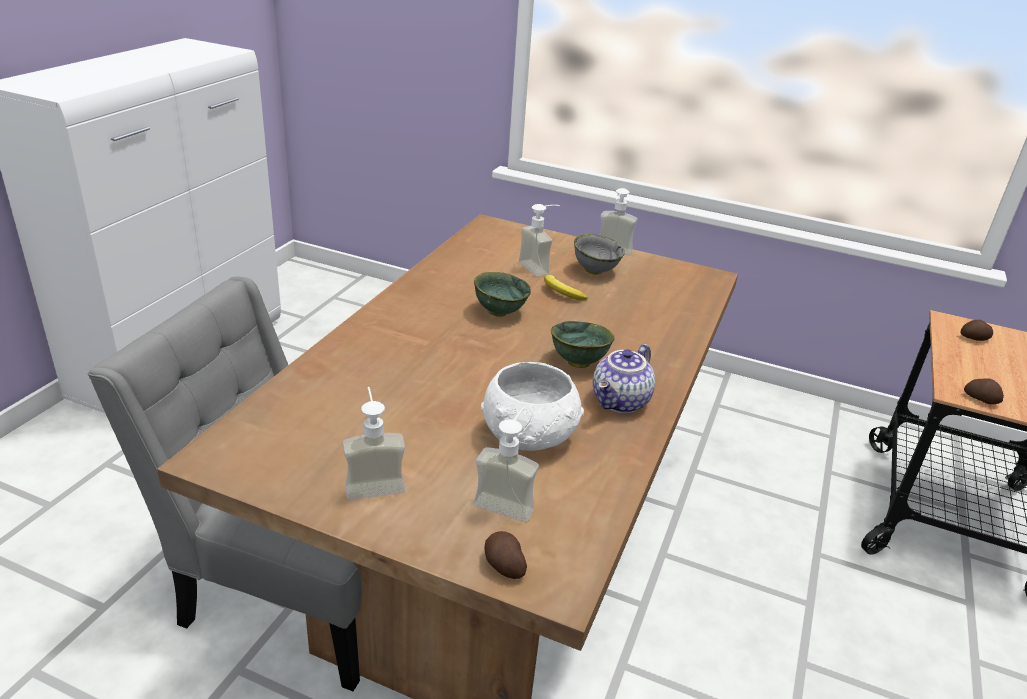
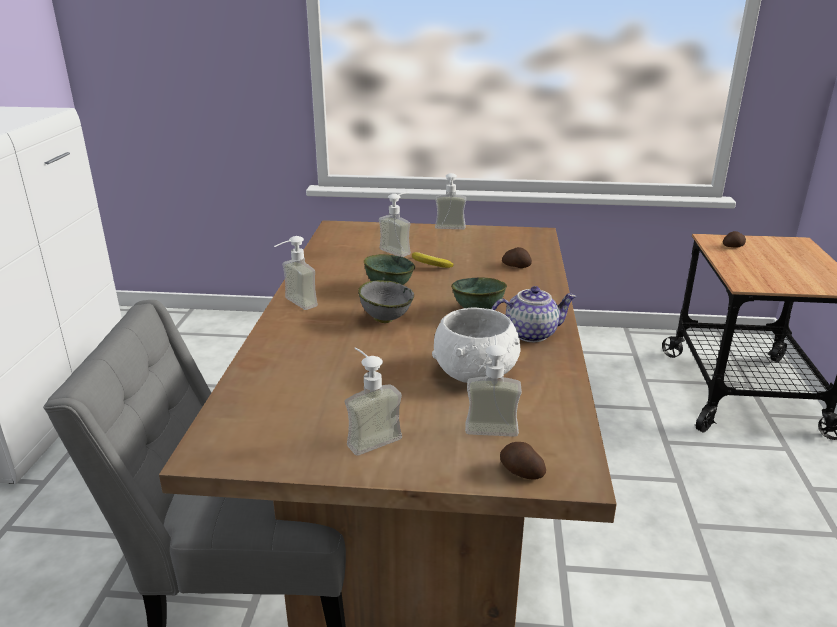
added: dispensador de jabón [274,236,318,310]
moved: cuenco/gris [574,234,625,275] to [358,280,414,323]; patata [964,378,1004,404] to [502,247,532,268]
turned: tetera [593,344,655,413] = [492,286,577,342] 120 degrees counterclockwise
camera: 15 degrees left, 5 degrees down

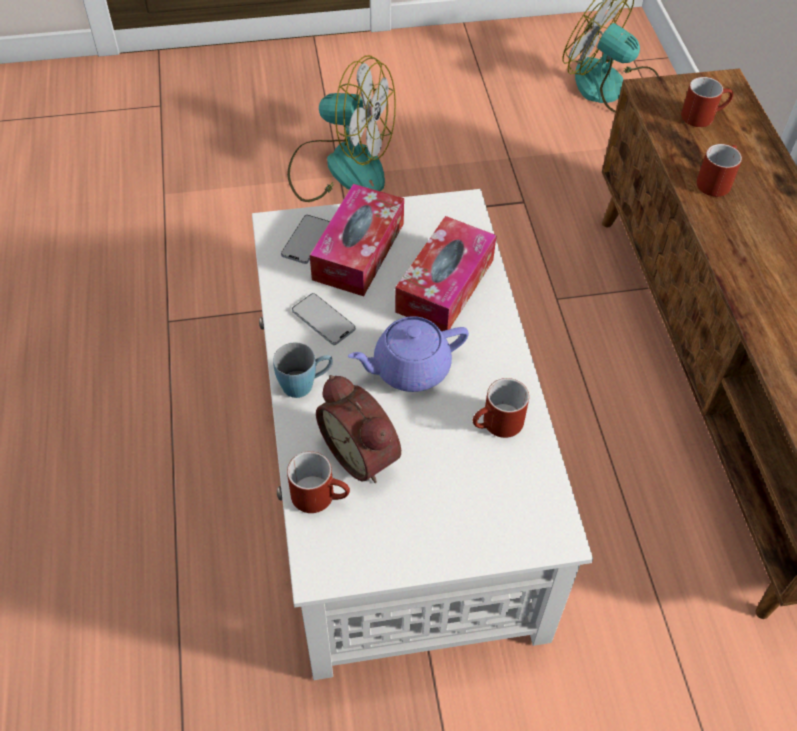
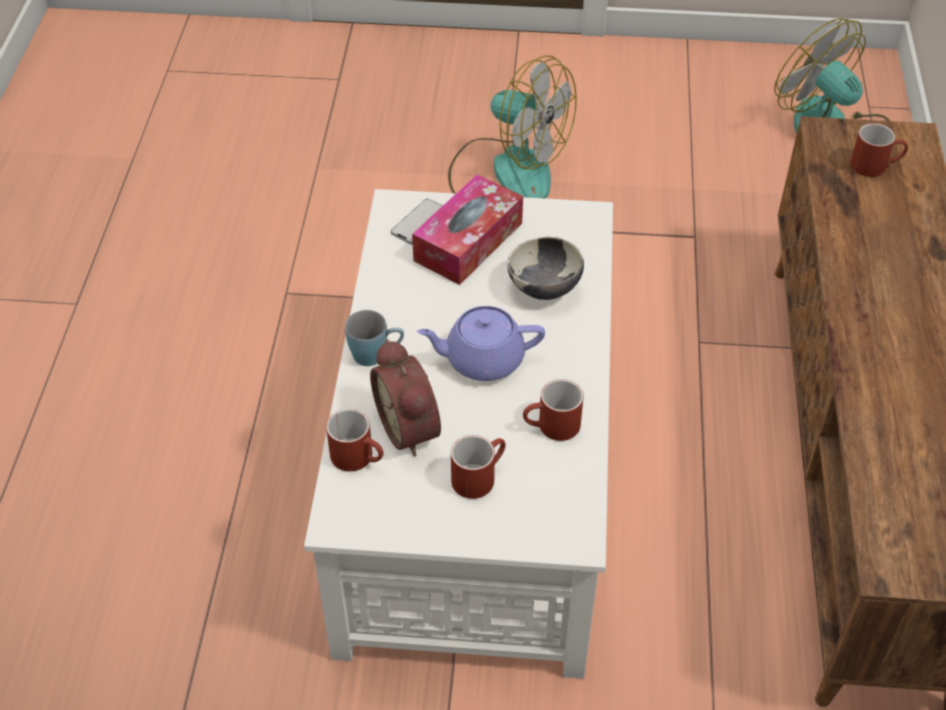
removed: móvil [292,293,356,345]
moved: taza grande/rojo [696,144,742,197] to [451,435,506,499]
replaced: caja de pañuelos [395,216,497,331] to cuenco [507,237,584,300]
camera: 15 degrees right, 5 degrees down

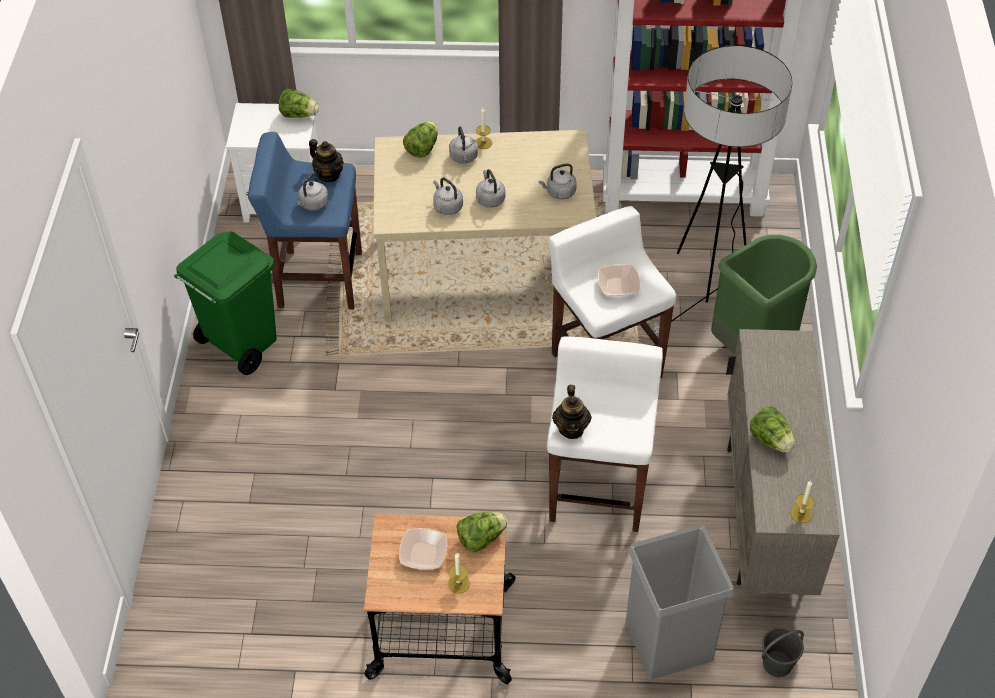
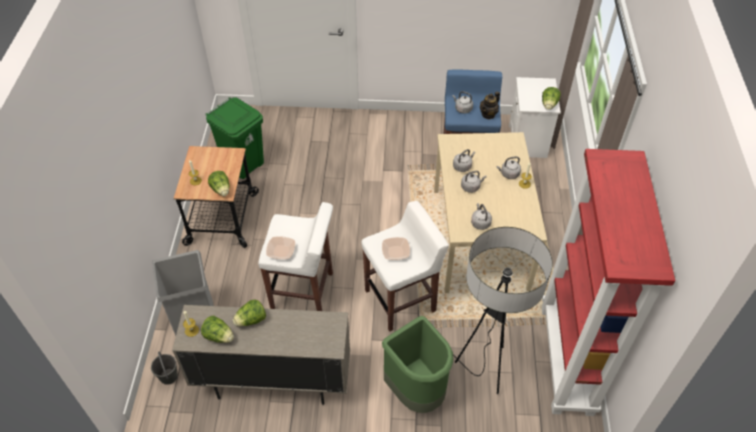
removed: tetera [552,385,592,439]
moved: lechuga [403,122,438,158] to [201,316,234,343]; papelera/verde [174,231,277,375] to [205,97,264,179]; cuenco [399,528,447,570] to [266,236,295,259]
camera: 90 degrees right, 0 degrees up

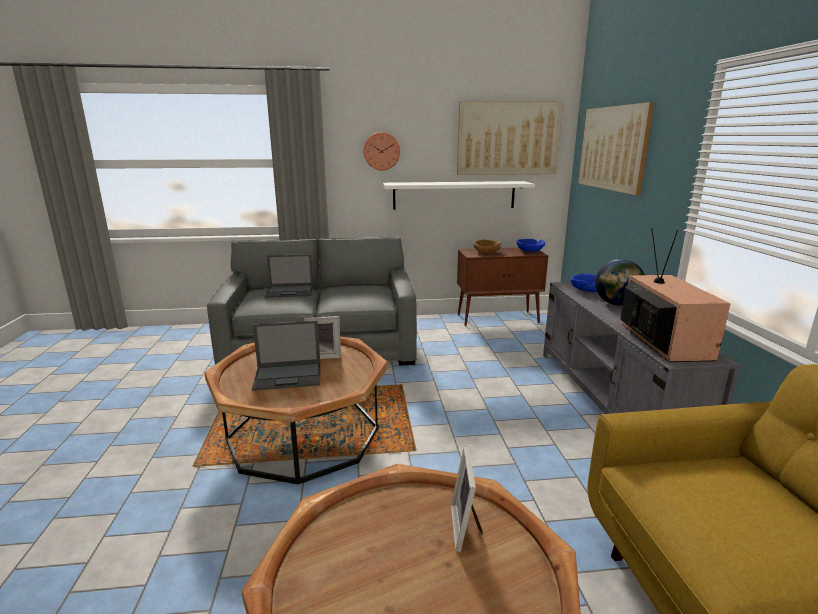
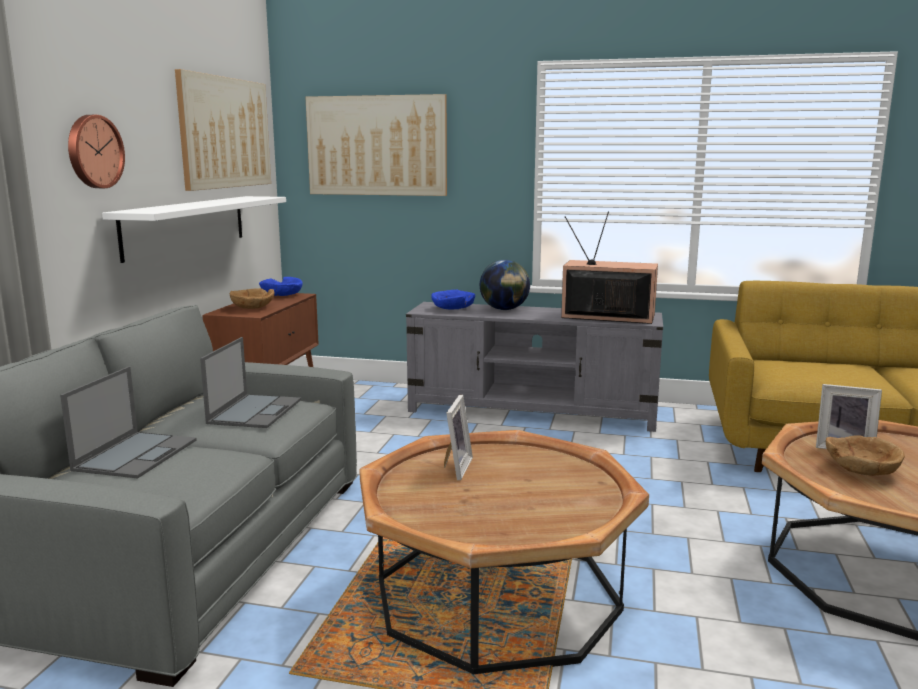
added: cuenco/marrón [826,435,905,476]
moved: portátil [252,320,320,391] to [200,337,301,428]
camera: 70 degrees left, 5 degrees down

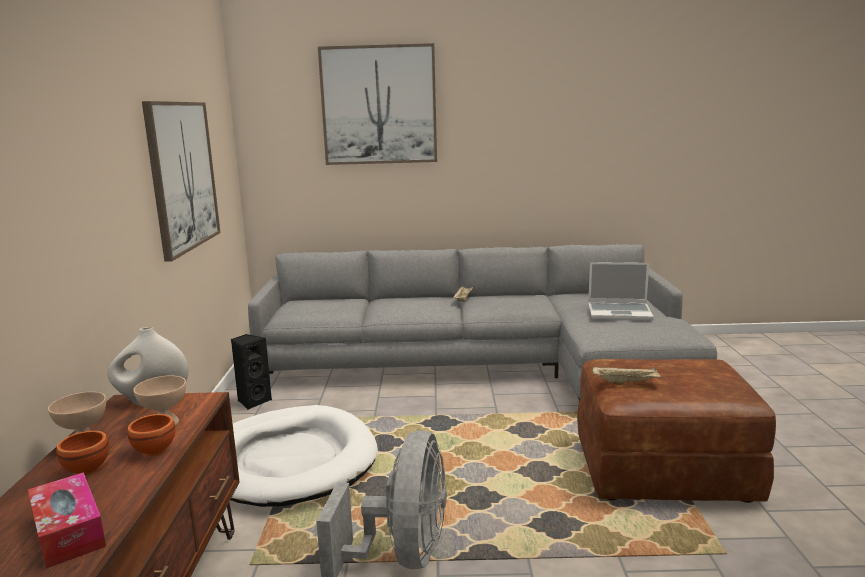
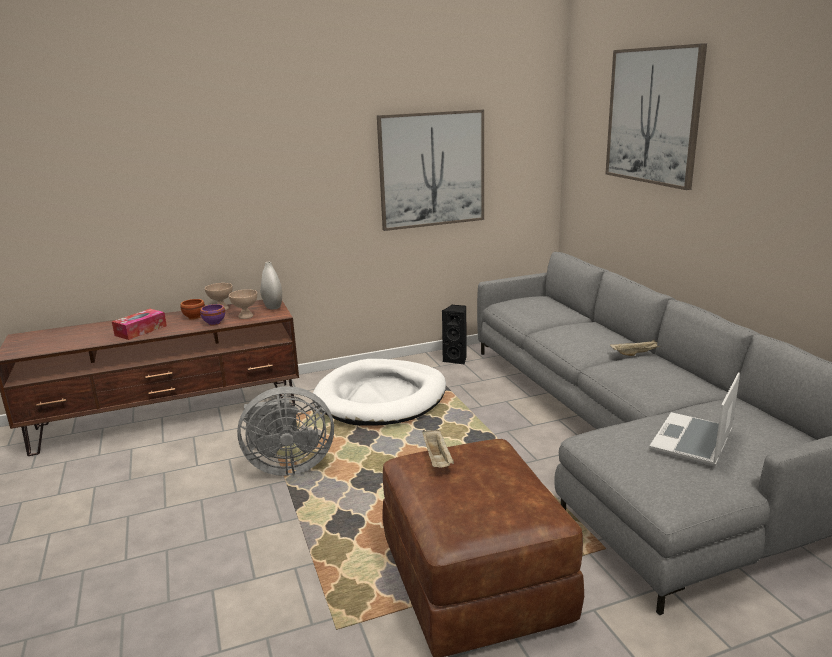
recoloured: cuenco/marrón [127,414,176,457] to cuenco/morado [200,304,225,325]
turned: portátil [588,262,654,320] = [649,372,740,466] 45 degrees clockwise
camera: 70 degrees right, 5 degrees up

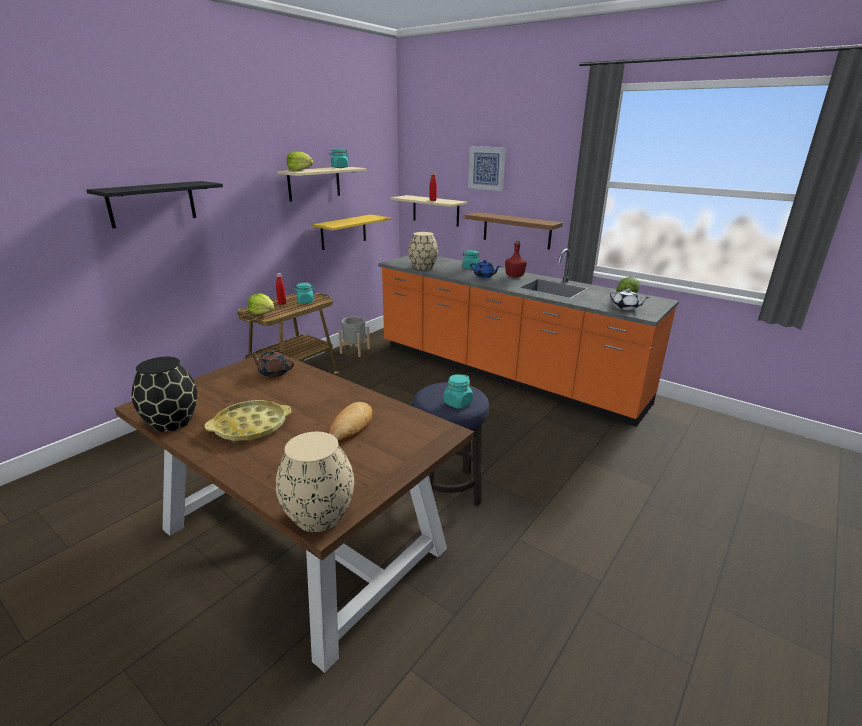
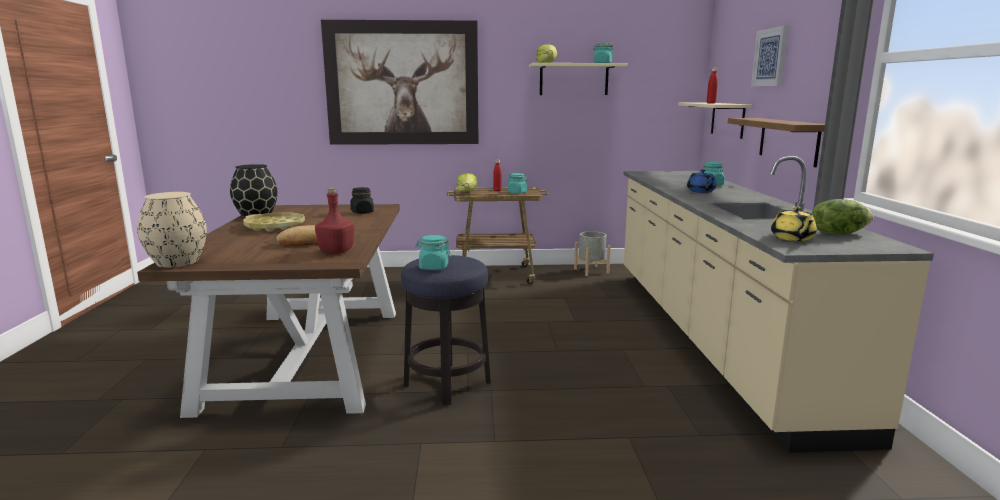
removed: estante/amarillo [312,215,391,250]; florero/beis [408,232,438,270]
moved: botella/rojo [505,240,527,277] to [315,188,354,254]
replaced: estante/negro [87,181,223,228] to cuadro [321,20,479,145]; tetera/marrón [249,350,294,378] to tarro/negro [350,187,374,214]
recoloured: mueble bajo de cocina/naranja [378,249,679,427] to mueble bajo de cocina/beis [623,156,934,453]; tetera/blanco [609,289,649,310] to tetera/amarillo [771,206,817,241]
camera: 50 degrees right, 10 degrees down

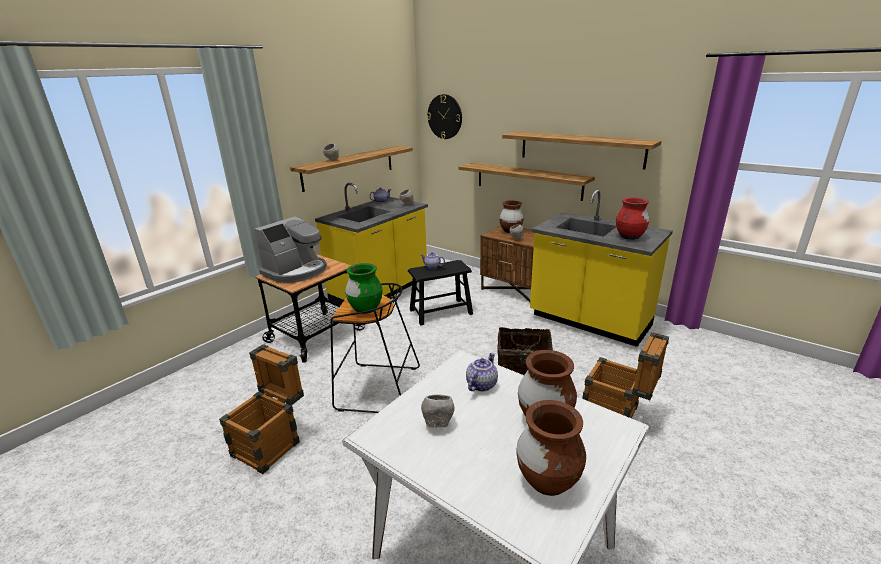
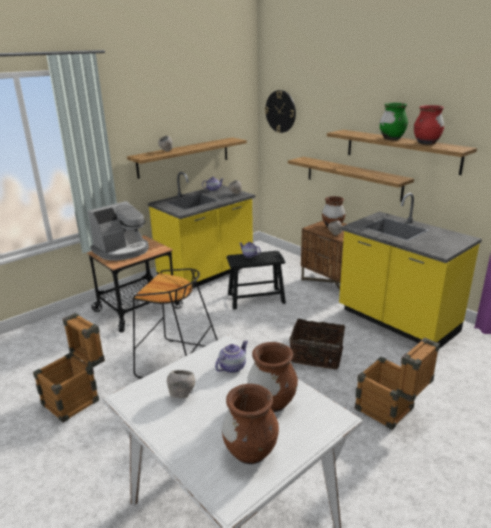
moved: florero/verde [345,263,383,314] to [380,103,408,140]; florero/rojo [616,197,649,240] to [414,105,445,145]
camera: 10 degrees right, 0 degrees up

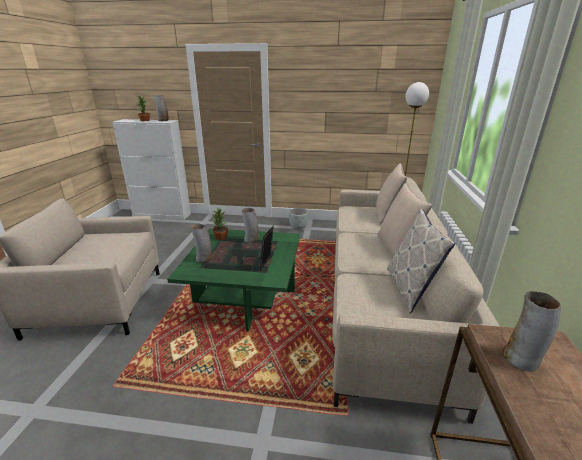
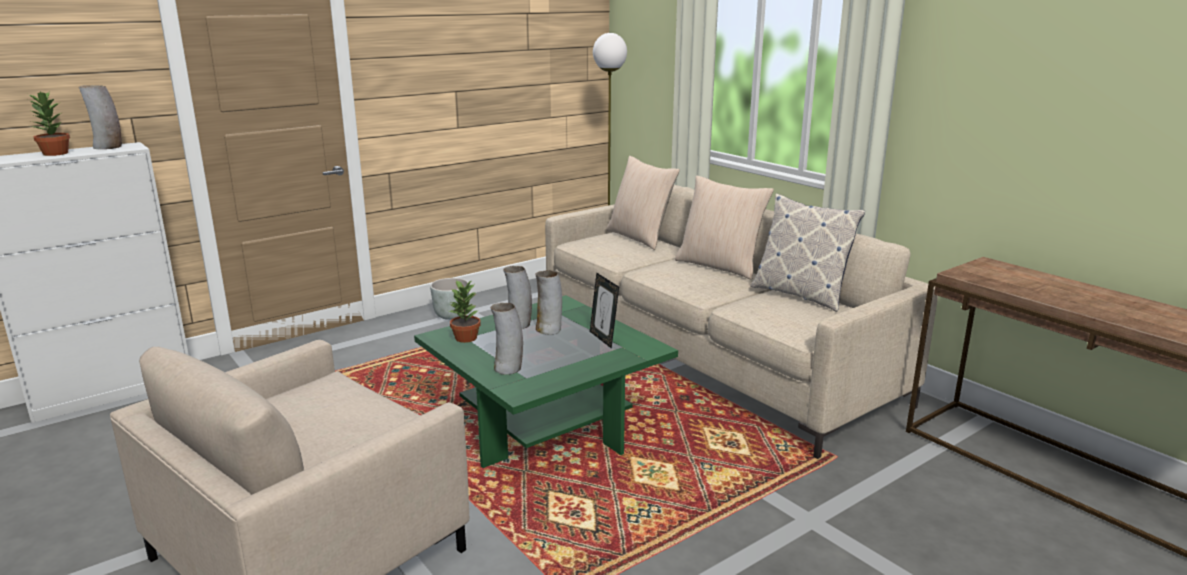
moved: florero [503,291,561,372] to [536,270,562,335]
camera: 45 degrees left, 5 degrees down

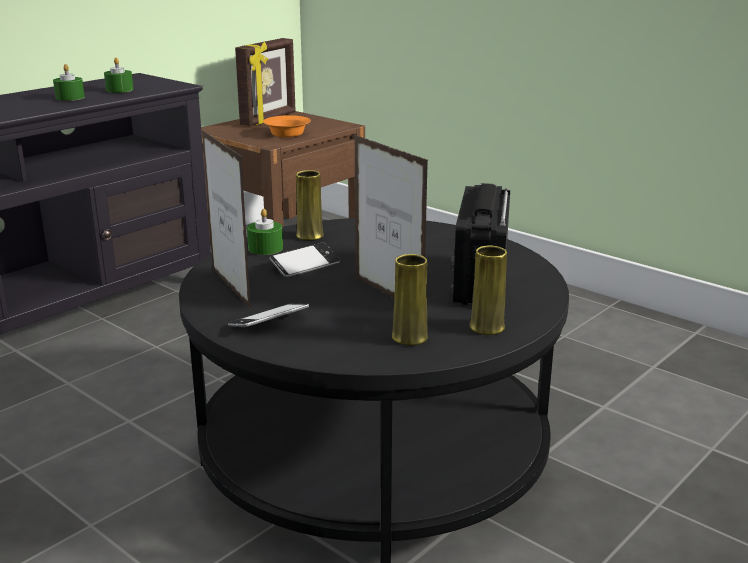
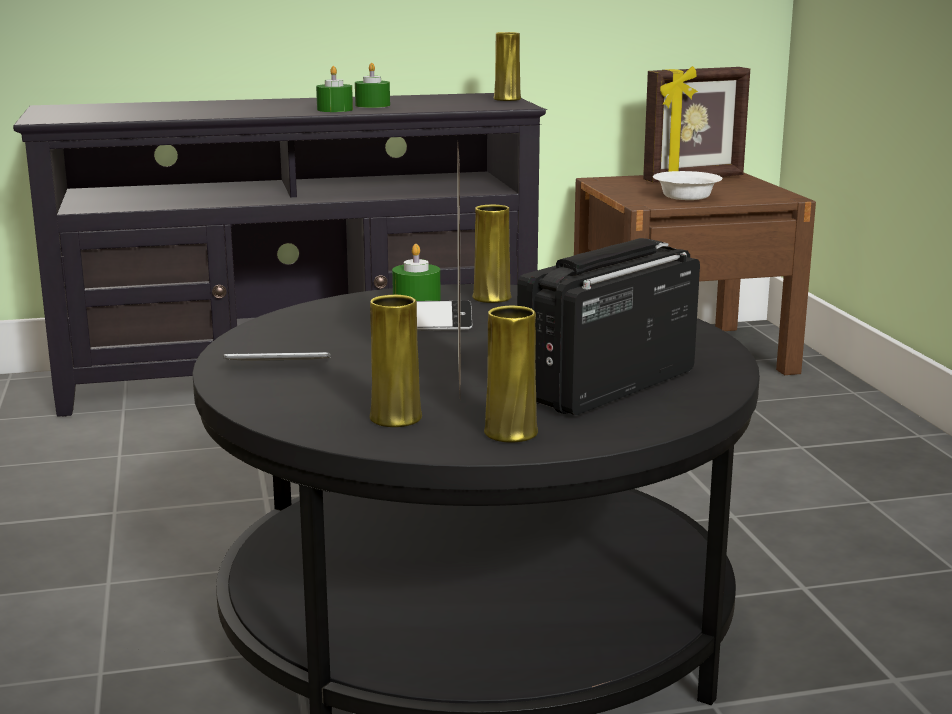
removed: portarretratos [202,130,251,309]
added: florero/amarillo [493,32,521,101]
moved: vela/verde [104,57,134,93] to [316,66,353,112]
recoloured: cuenco/naranja [263,115,311,137] to cuenco/blanco [653,171,722,200]
camera: 35 degrees right, 5 degrees down

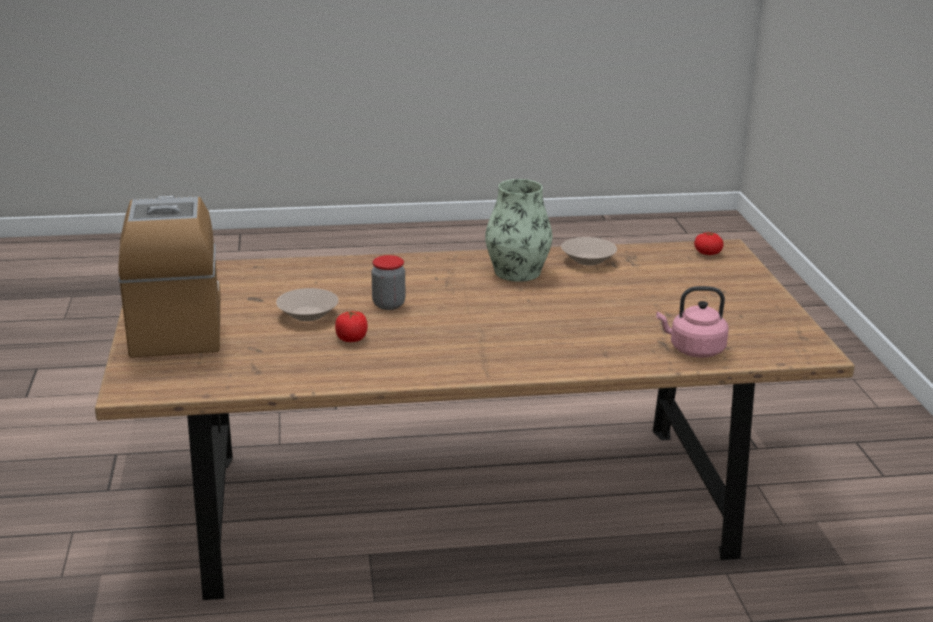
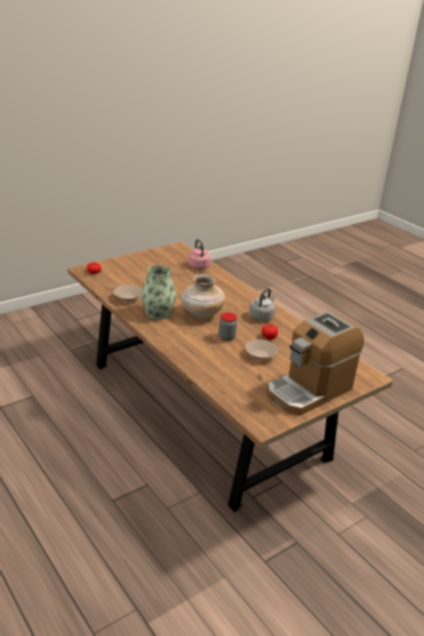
added: florero/beis [181,274,226,319]; hervidor/gris [249,288,276,321]
camera: 120 degrees left, 5 degrees up

